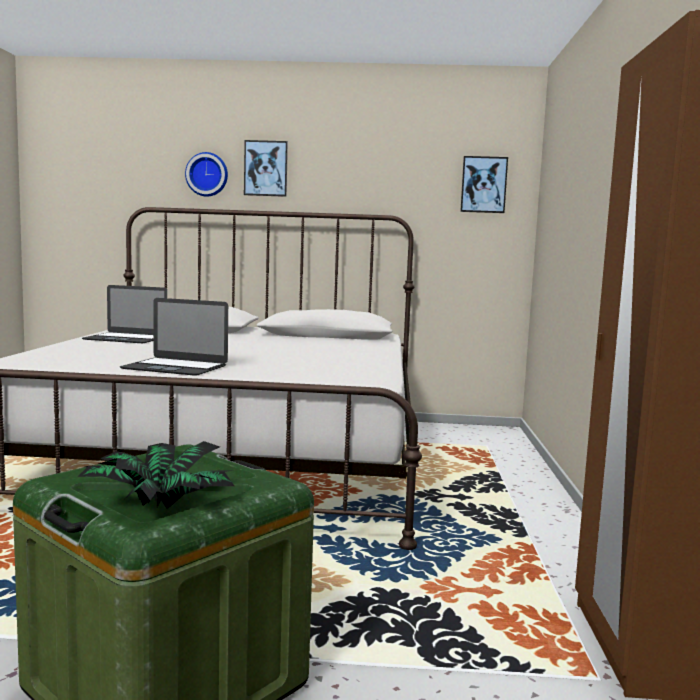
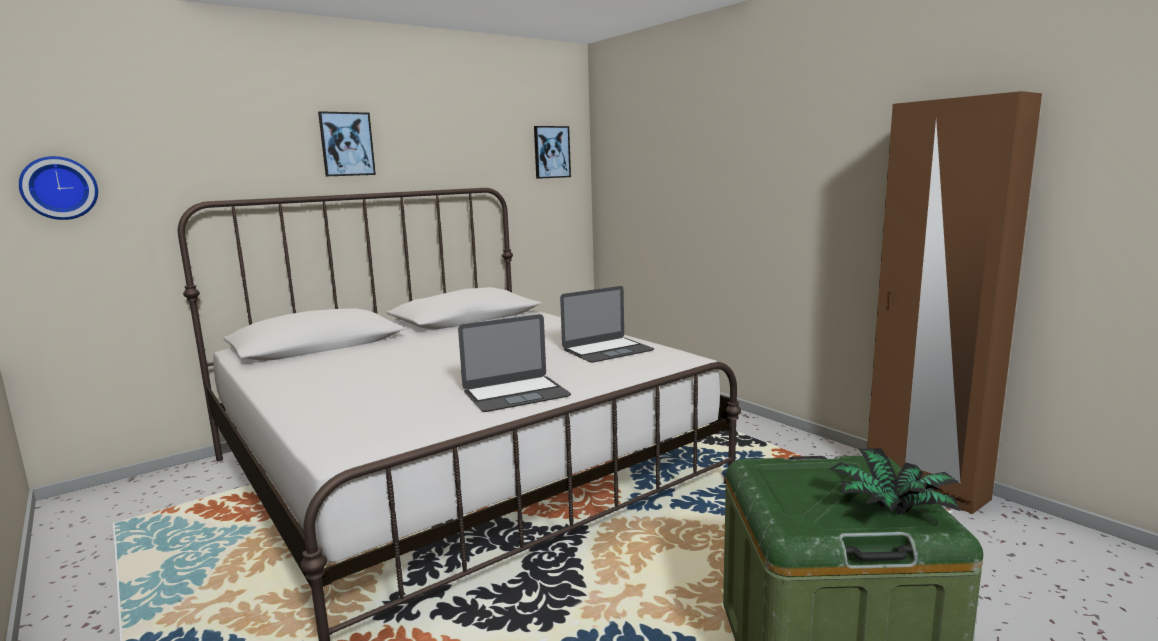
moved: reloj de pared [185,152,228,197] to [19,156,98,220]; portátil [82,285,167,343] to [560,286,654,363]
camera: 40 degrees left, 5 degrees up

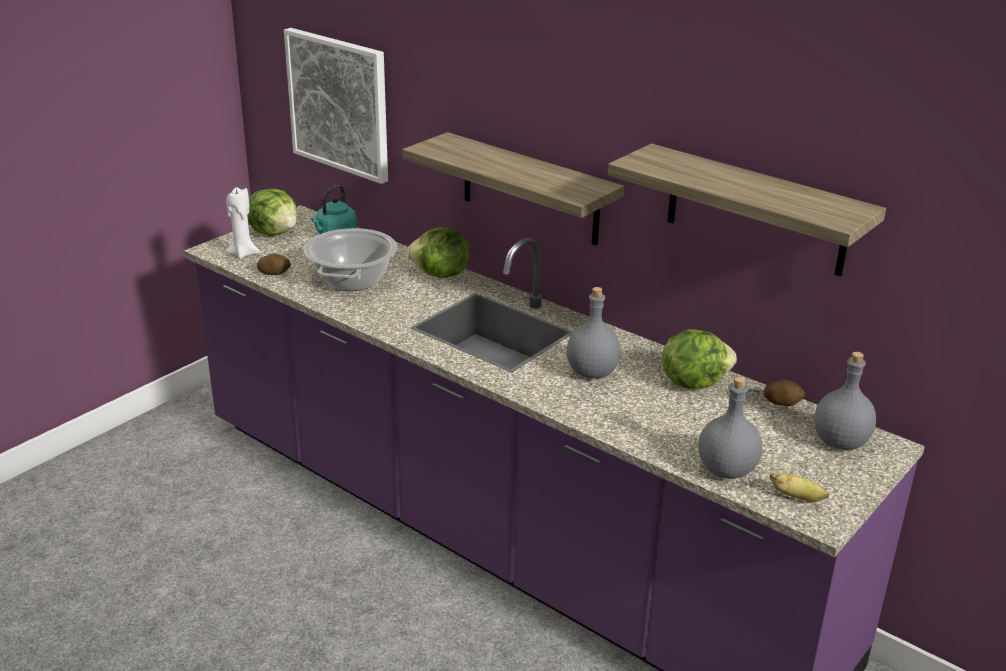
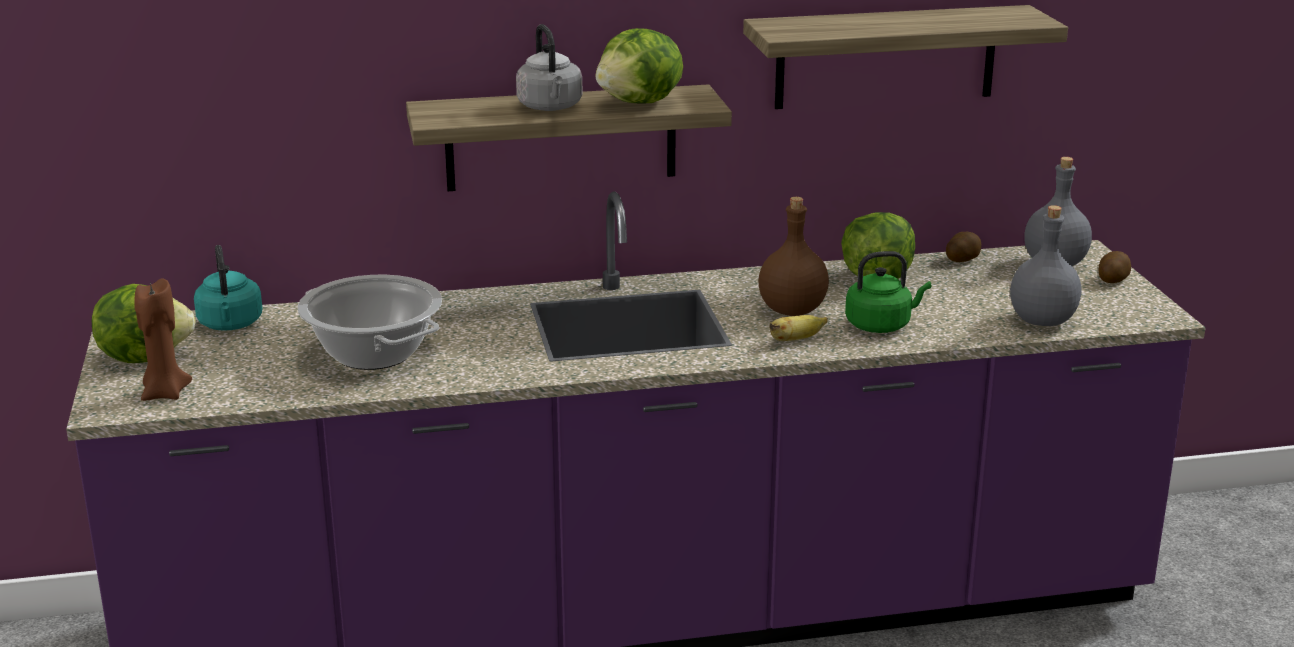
removed: cuadro [284,28,388,184]
added: hervidor/gris [516,24,583,111]; hervidor/verde [845,251,931,333]
moved: lechuga [407,228,470,278] to [596,28,683,104]; plátano [770,472,829,502] to [769,315,828,341]; patata [257,254,291,275] to [1098,251,1131,283]
recoloured: vela/blanco [225,187,260,259] to vela/marrón [134,278,192,401]; botella/gris [566,287,621,379] to botella/marrón [758,197,829,316]
camera: 50 degrees left, 5 degrees down

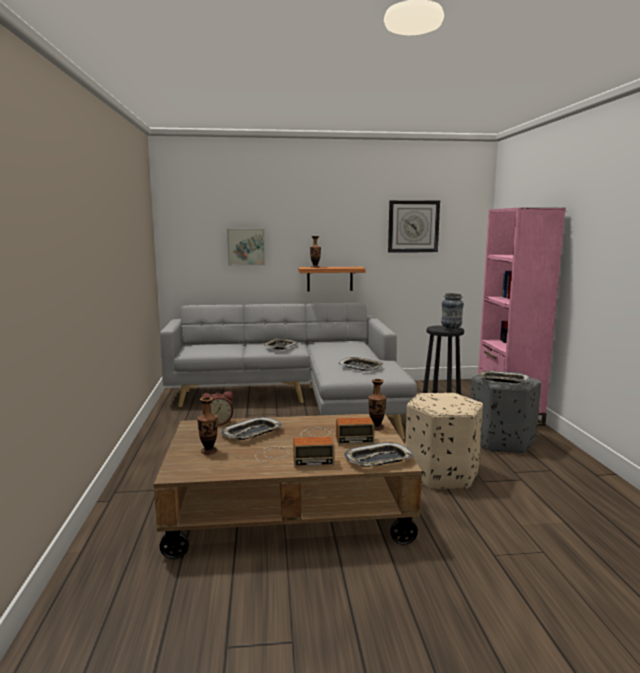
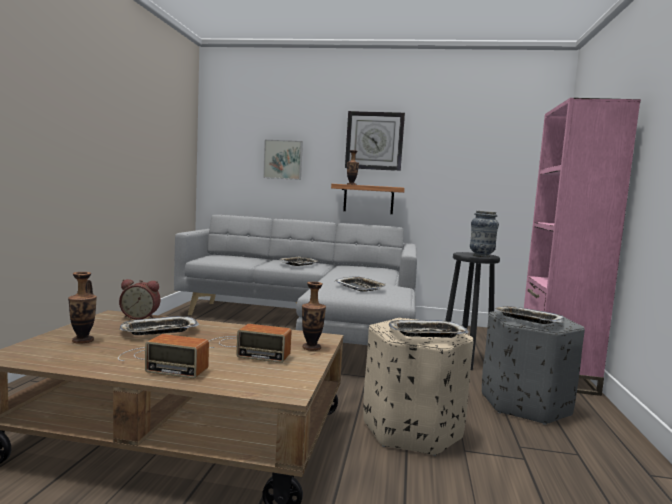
moved: reloj de pared [388,200,440,253] to [345,111,405,171]; bandeja [344,442,414,467] to [389,320,469,338]
camera: 15 degrees right, 5 degrees down

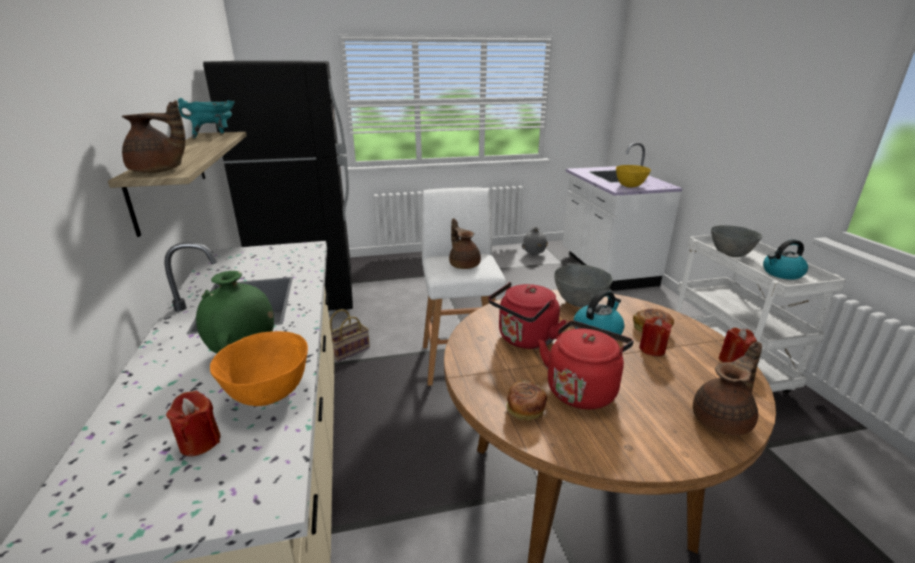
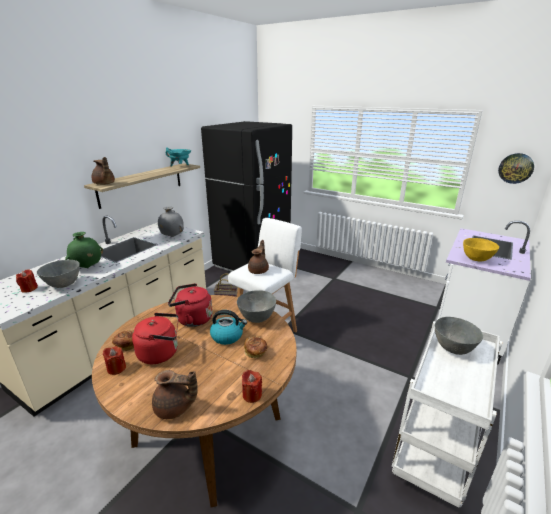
removed: hervidor [763,239,808,280]
added: reloj de pared [498,153,534,184]
moved: vela/rojo [639,317,672,356] to [103,346,126,375]; florero/gris [522,226,548,255] to [158,206,184,237]
recoloured: cuenco/naranja [210,331,308,406] to cuenco/gris [37,260,80,288]
camera: 45 degrees right, 0 degrees up

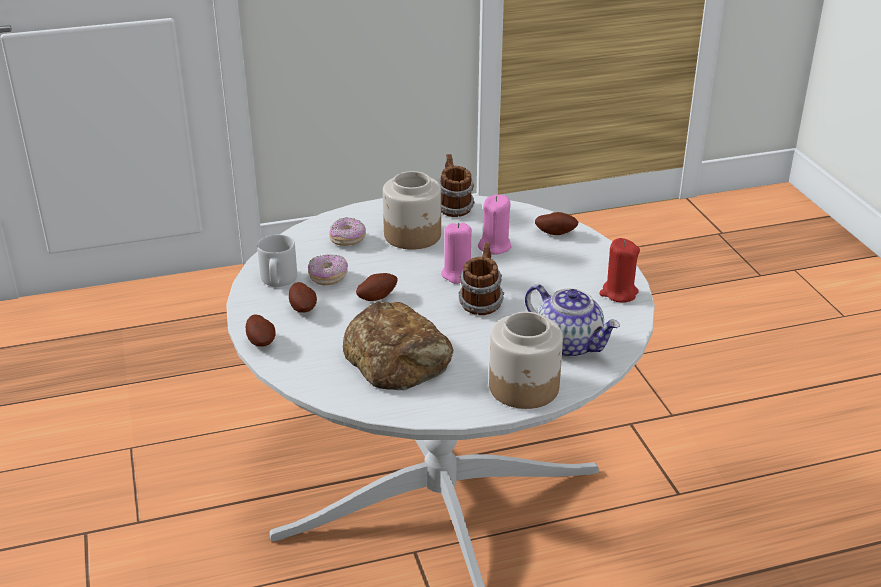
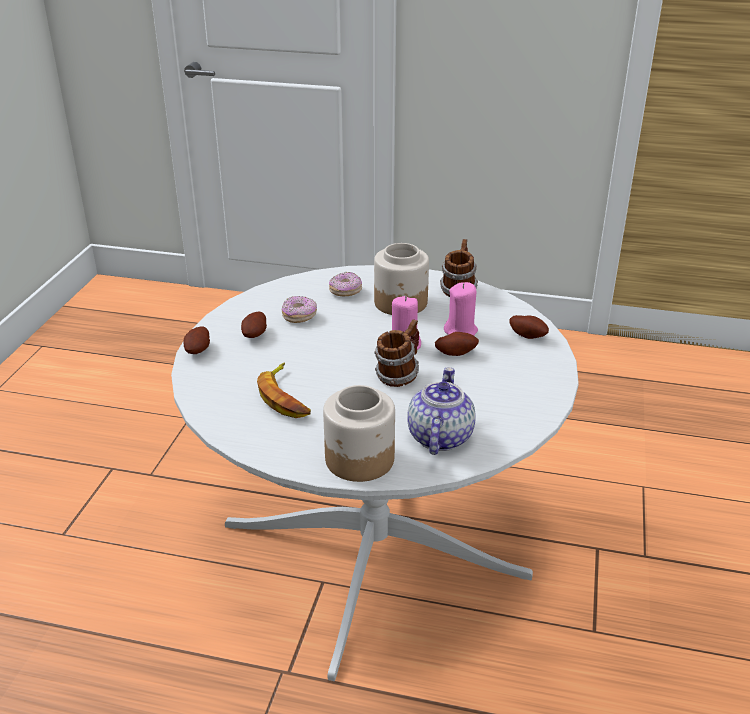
removed: taza grande/gris [257,234,297,287]; vela/rojo [600,238,640,302]
moved: patata [356,273,398,301] to [435,332,479,356]
replaced: pan [343,301,453,391] to plátano [257,362,311,418]
turned: tetera [525,284,620,358] = [407,367,476,455] 150 degrees counterclockwise
camera: 30 degrees right, 0 degrees up

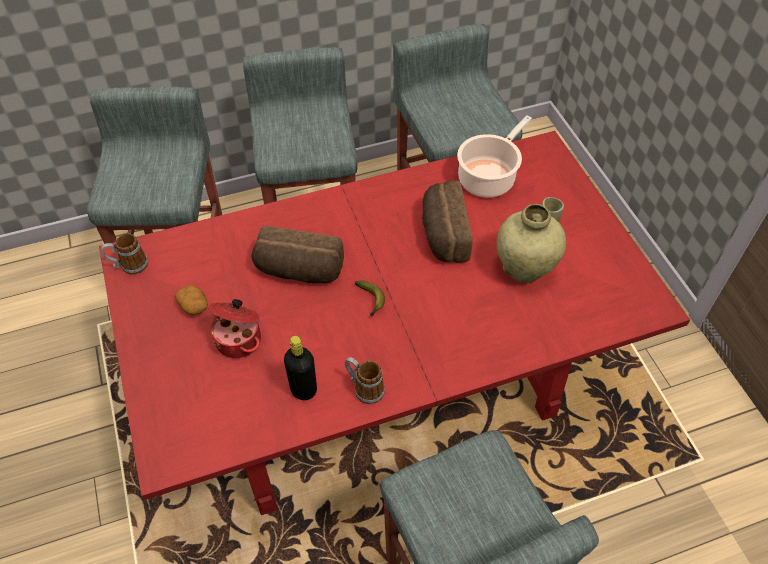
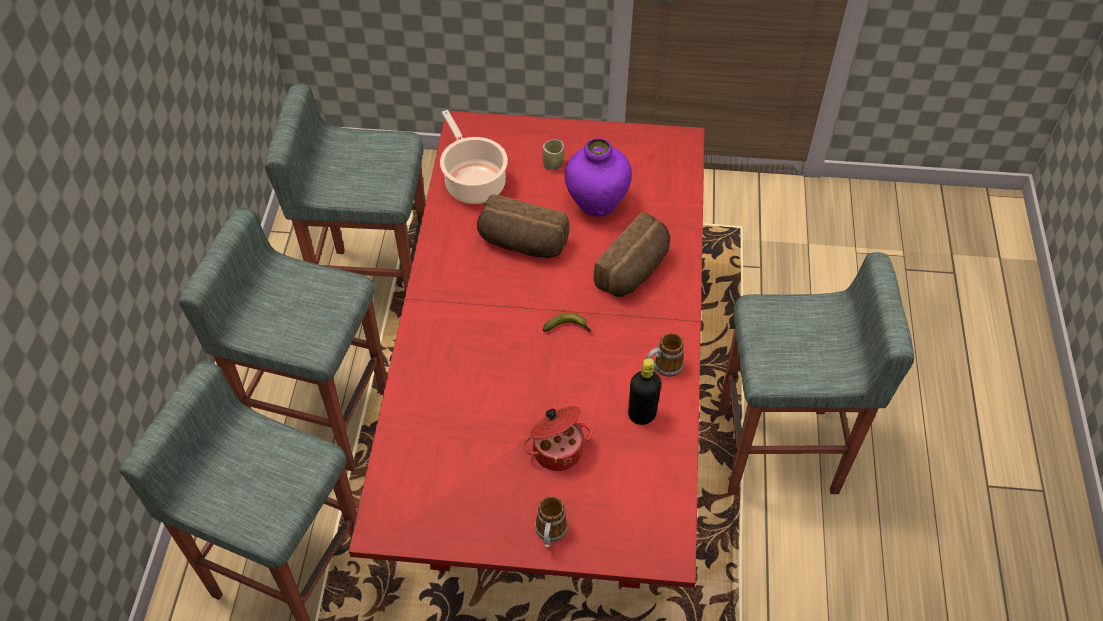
removed: patata [175,285,208,315]
moved: taza grande [101,233,148,274] to [535,496,568,548]; pan [251,226,344,283] to [594,212,670,297]
recoloured: florero/beis [497,204,566,283] to florero/morado [565,138,632,217]
camera: 65 degrees left, 0 degrees up

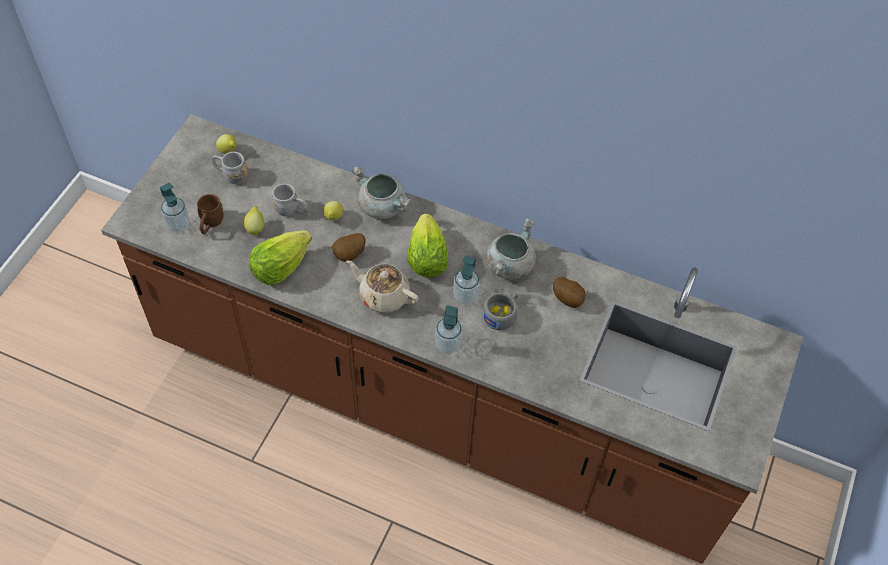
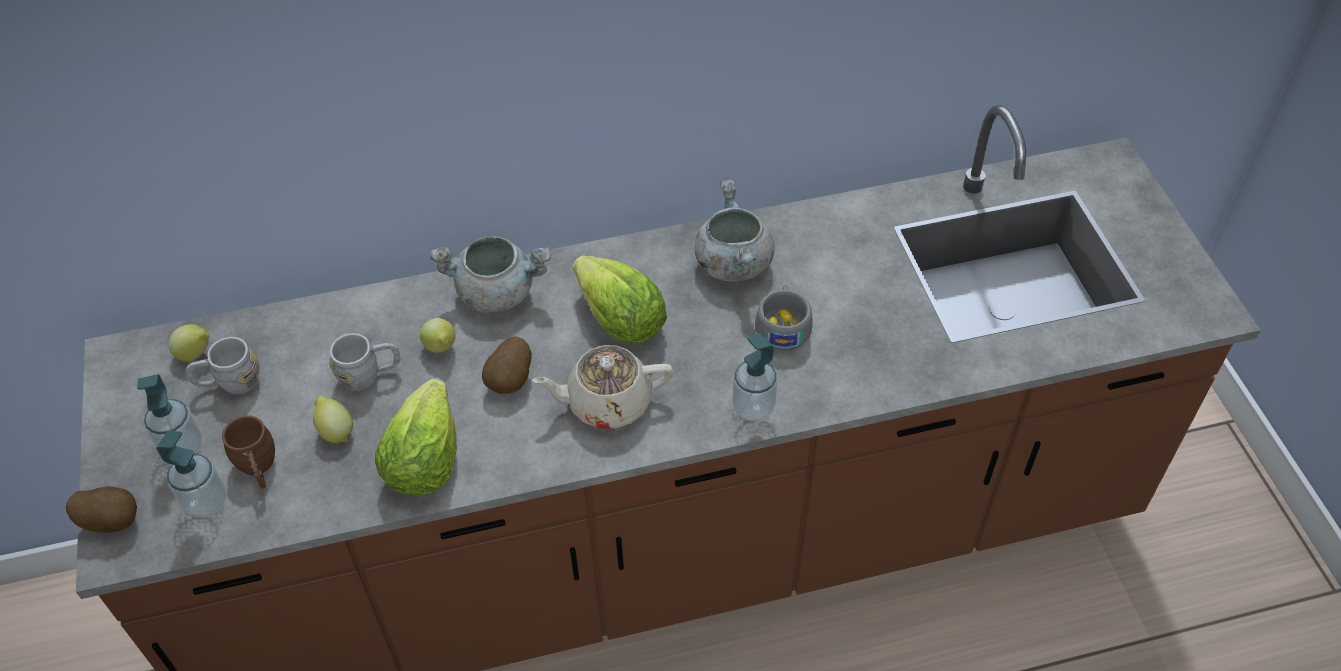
moved: patata [553,277,586,308] to [66,486,137,533]; dispensador de jabón [453,256,480,304] to [137,374,202,454]
camera: 35 degrees left, 5 degrees down

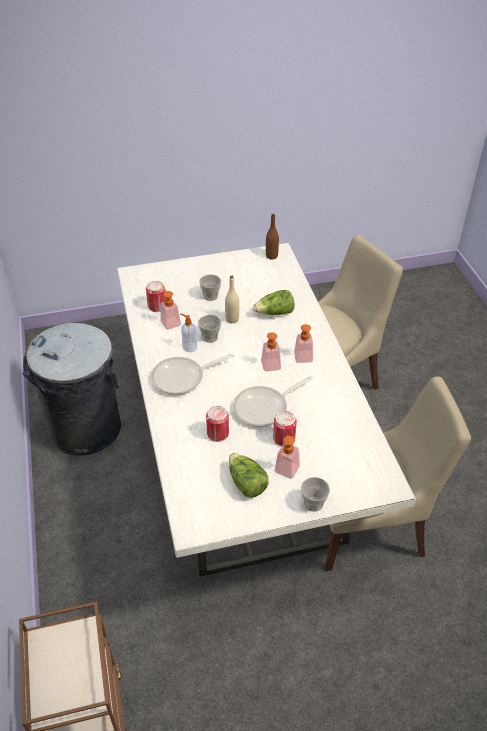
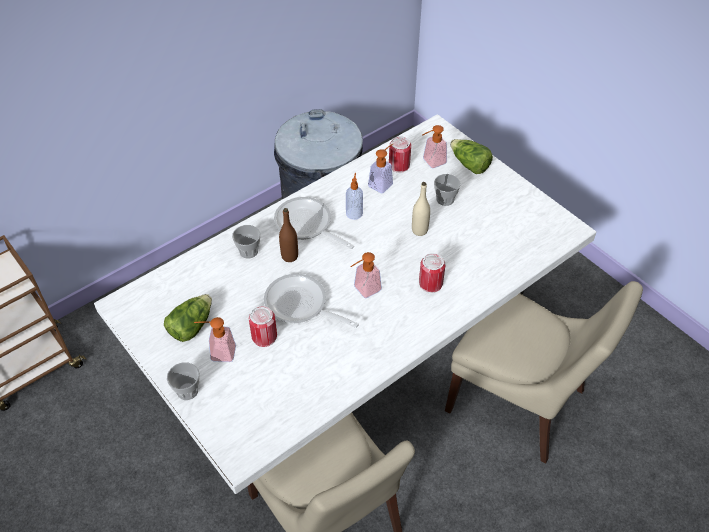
moved: taza [198,315,221,343] to [232,225,260,259]; botella/marrón [266,214,279,260] to [279,208,298,262]; lata [206,406,229,442] to [419,253,446,293]; dispensador de jabón [294,324,313,363] to [422,125,447,168]; lechuga [253,290,294,315] to [450,139,493,174]
camera: 65 degrees right, 5 degrees up

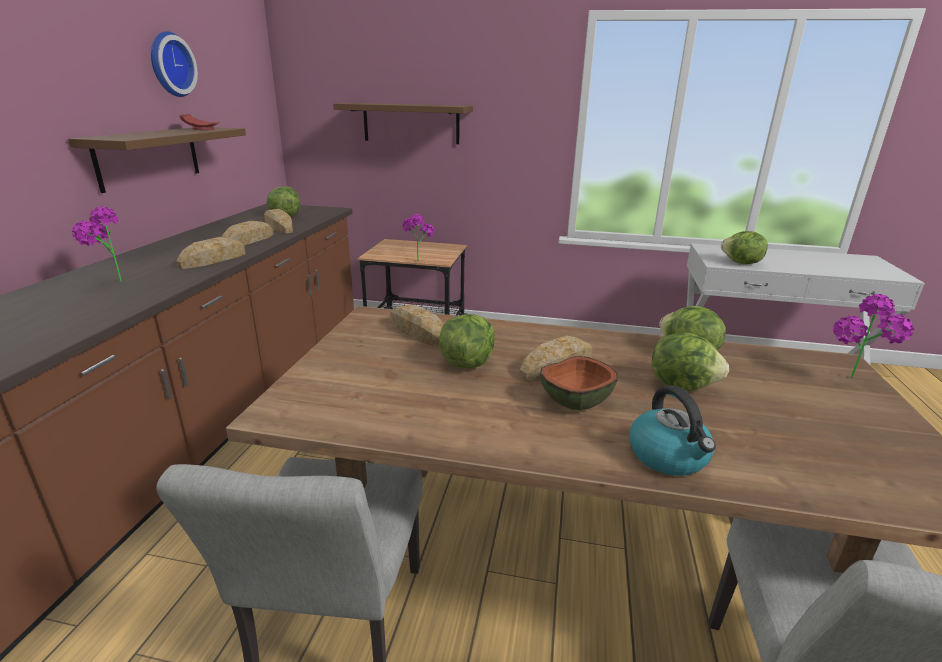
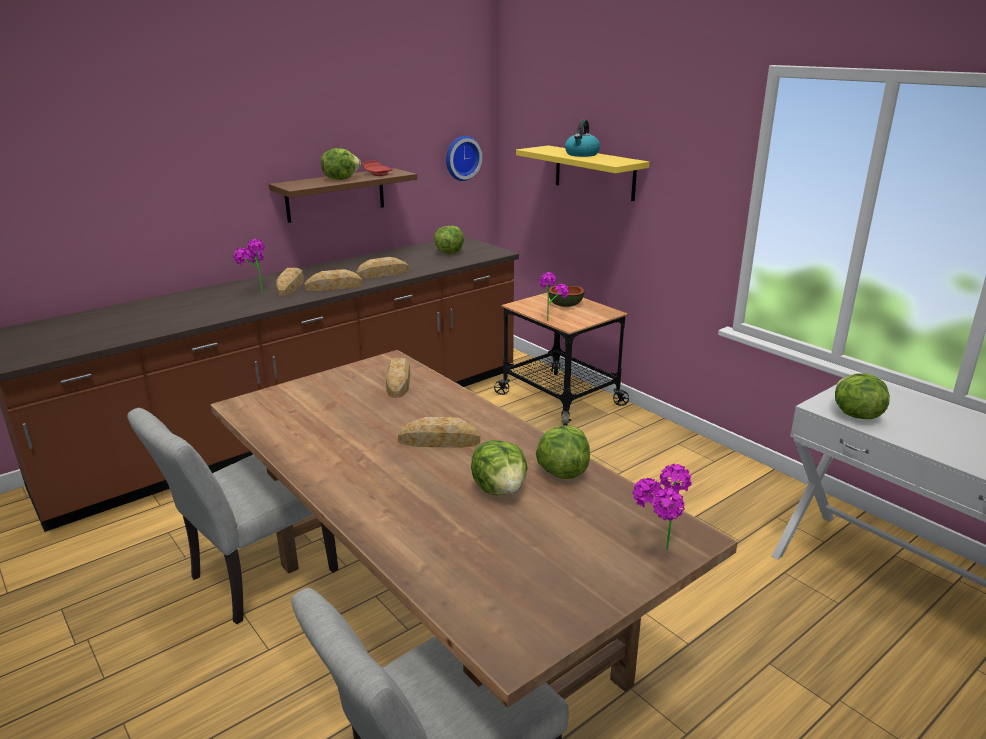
moved: pan [264,209,293,233] to [276,268,304,296]; lechuga [439,314,495,368] to [321,148,361,180]; reloj de pared [151,31,198,97] to [446,136,482,181]; cuenco [540,356,618,410] to [549,285,584,307]; hervidor [629,385,716,476] to [565,120,600,157]
recoloured: estante/marrón [333,103,473,144] to estante/amarillo [516,145,649,201]
camera: 40 degrees right, 0 degrees up

